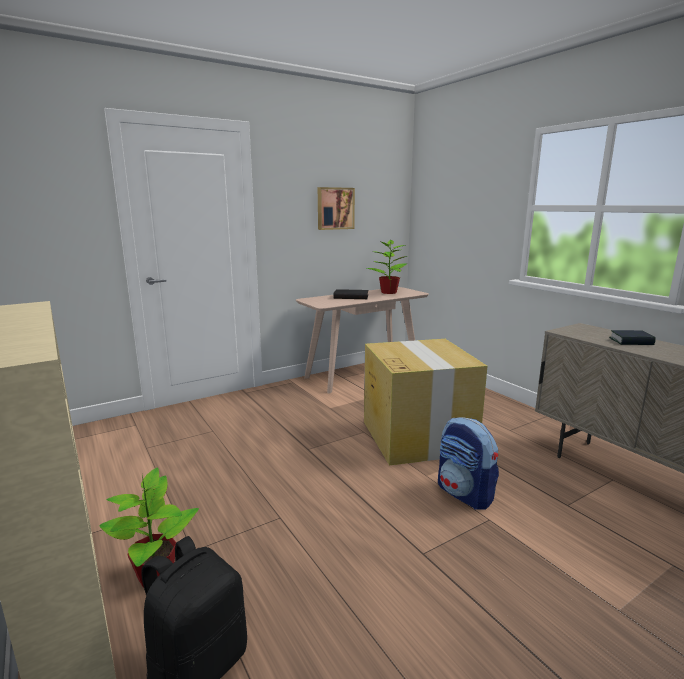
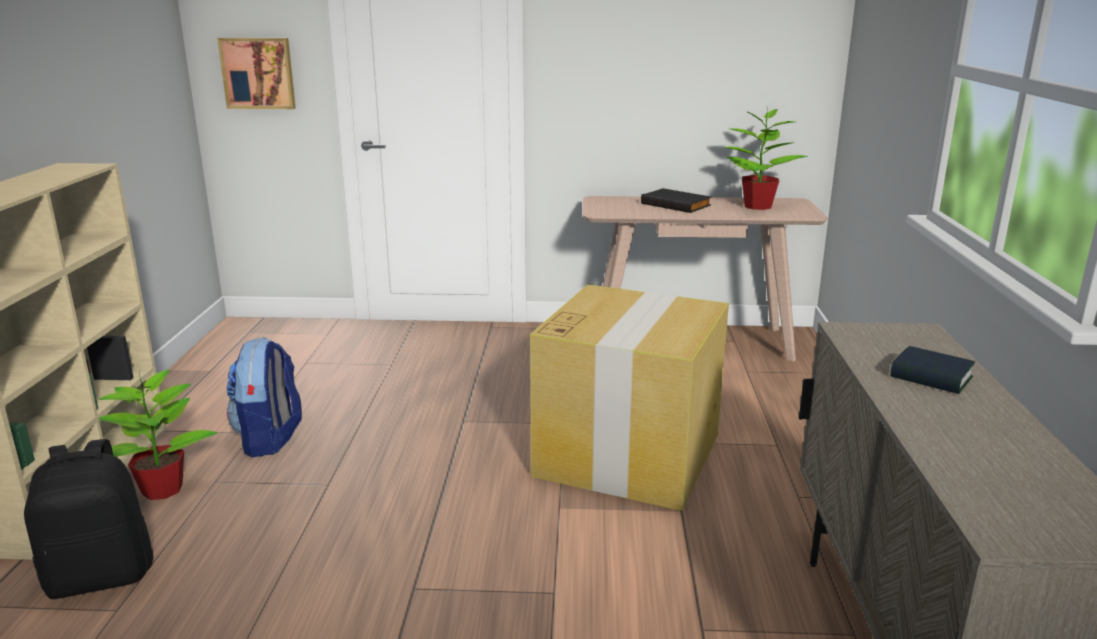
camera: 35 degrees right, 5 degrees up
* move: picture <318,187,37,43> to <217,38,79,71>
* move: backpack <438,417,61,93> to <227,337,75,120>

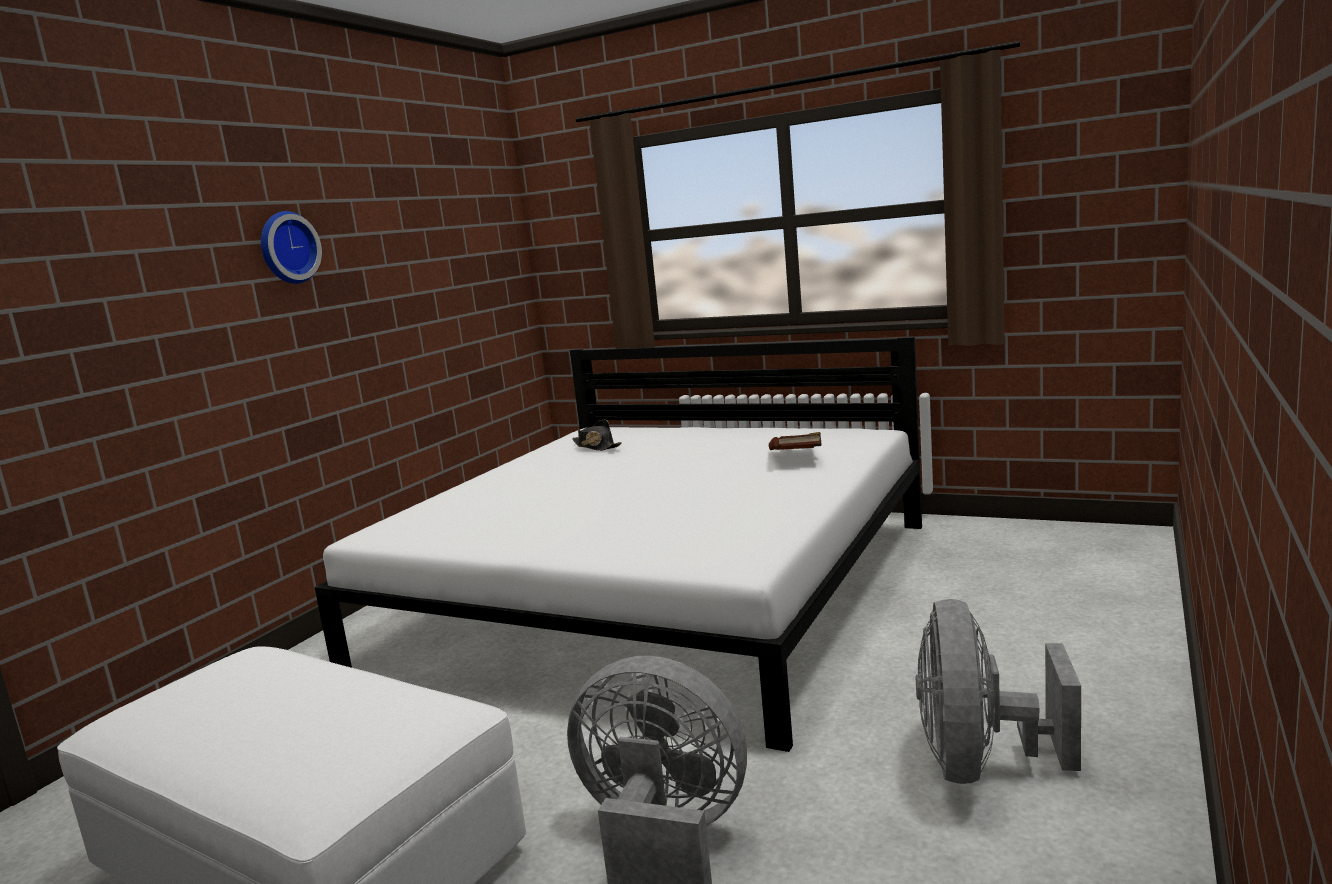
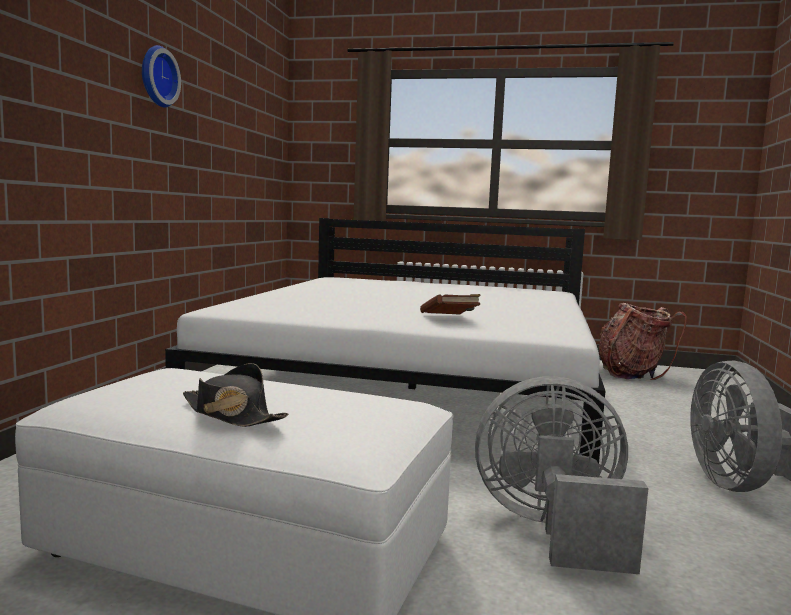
camera: 15 degrees left, 5 degrees down
* insert: backpack <599,303,88,77>
* move: black hat <572,420,50,31> to <183,363,106,64>
* move: brown book <769,432,52,18> to <420,294,61,21>

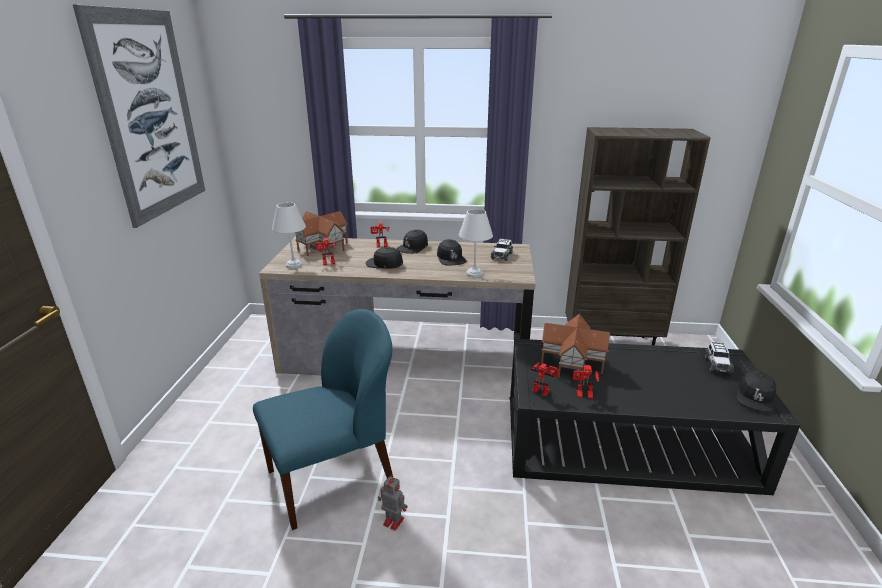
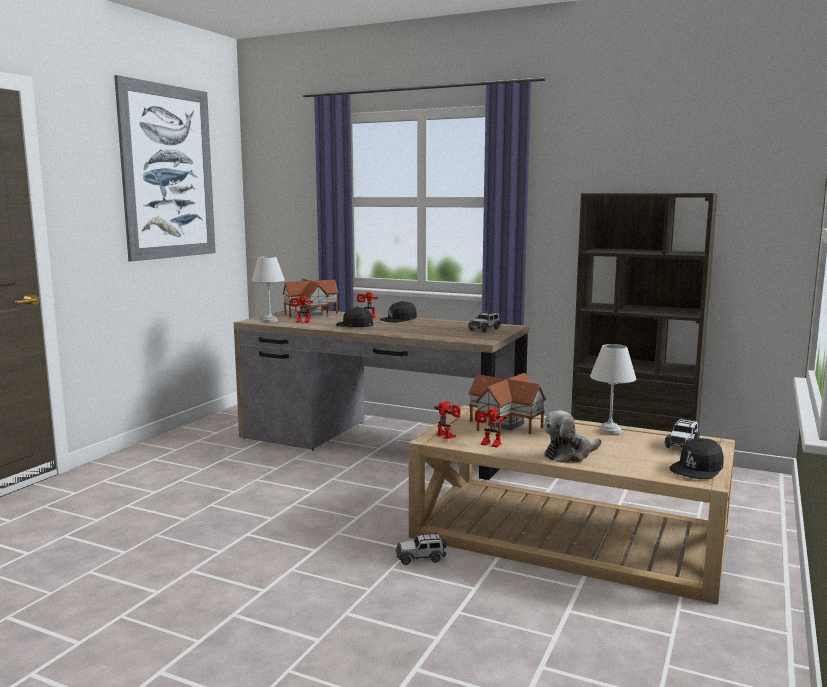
camera: 20 degrees right, 15 degrees down
* delete: blue chair <253,309,140,221>
* delete: toy robot <378,475,30,56>
* delete: black cap <437,239,29,27>
* insert: toy car <395,533,51,32>
* insert: plush toy <544,410,58,53>
* move: white table lamp <459,209,34,69> to <590,344,46,90>
* recolor: black coffee table <509,339,291,156> to beige coffee table <409,406,326,198>

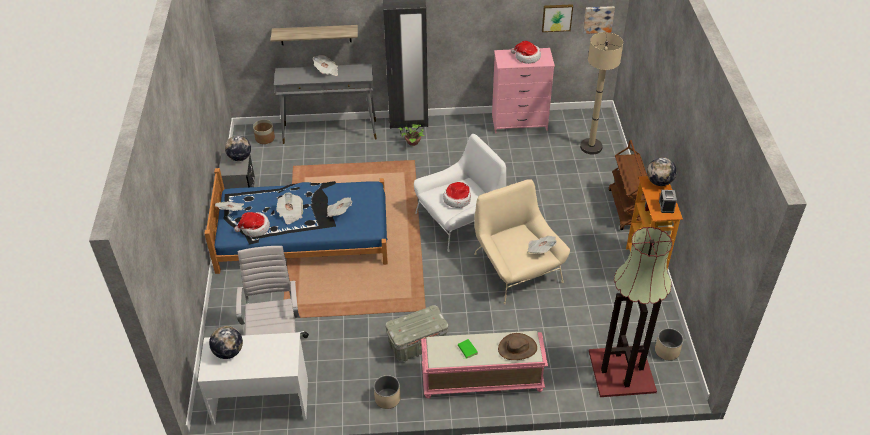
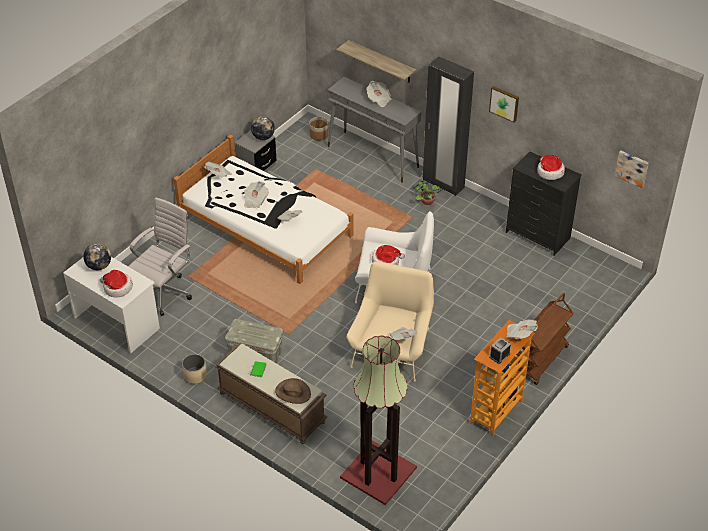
camera: 40 degrees right, 0 degrees up
* delete: beige floor lamp <580,32,43,122>
* delete: beige planter <655,328,28,32>
* move: hat <234,212,36,25> to <100,270,33,28>
* move: picture <542,4,31,28> to <489,86,30,37>
* replace: globe <647,157,30,29> to newspaper <506,319,32,20>
* recolor: blue bed <204,168,184,106> to white bed <173,134,180,150>
* recolor: pink bench <421,331,127,68> to brown bench <214,343,113,101>
* recolor: pink dresser <492,48,63,85> to black dresser <506,152,76,104>

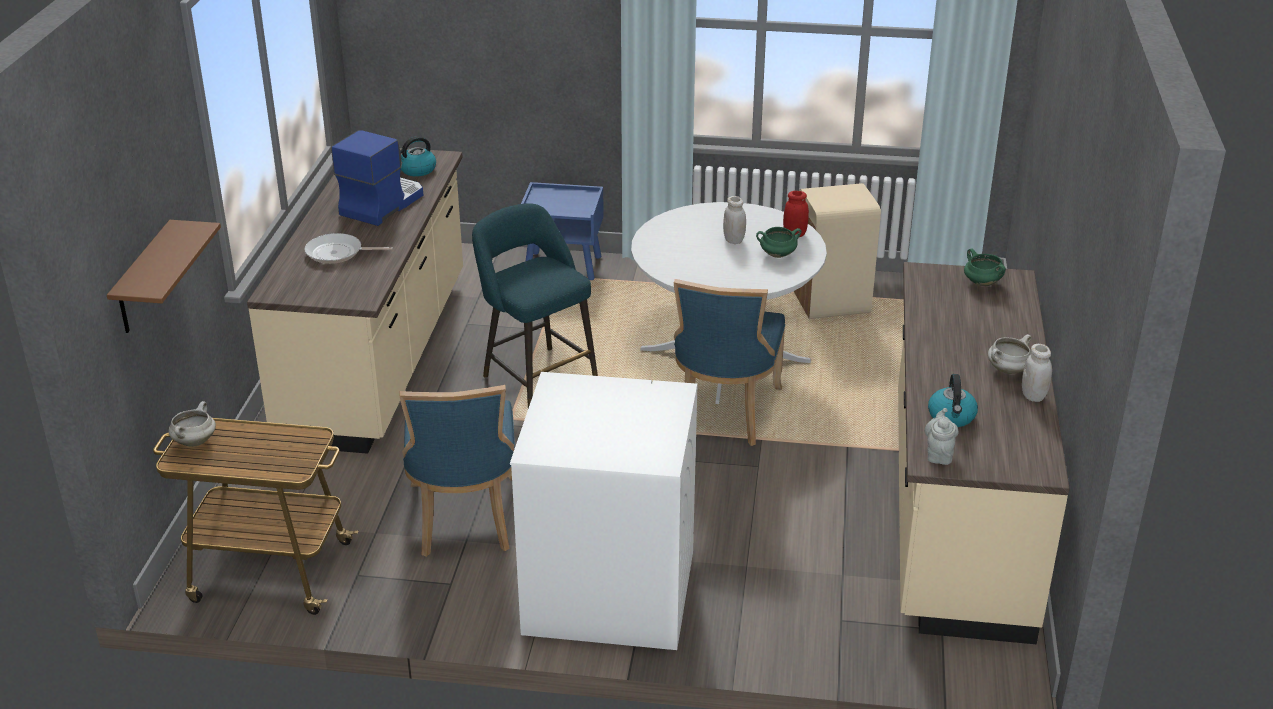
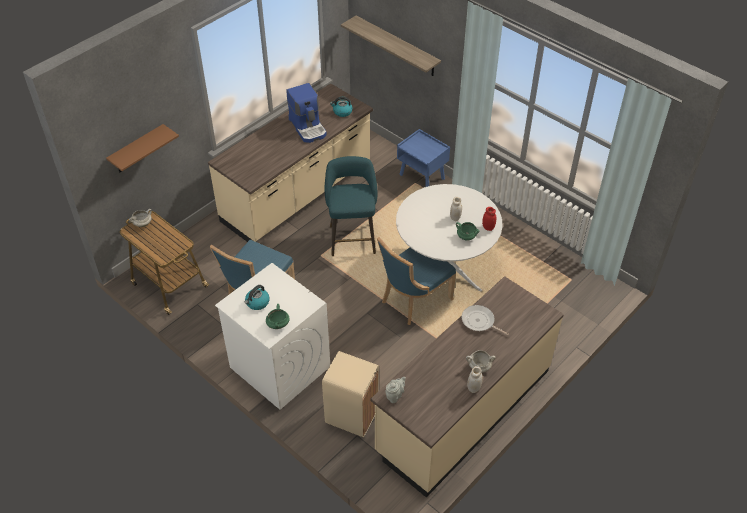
camera: 35 degrees right, 15 degrees up
* insert: shelf <341,16,100,60>
* move: frying pan <304,233,89,31> to <462,305,47,30>
* move: beige trash can <793,183,88,136> to <322,351,57,86>
* move: kettle <928,374,50,53> to <245,285,25,25>
* move: green cooking pot <964,248,42,39> to <266,304,24,25>
* rotate: coffee machine <331,130,92,96> = <286,83,41,60> 90 degrees clockwise

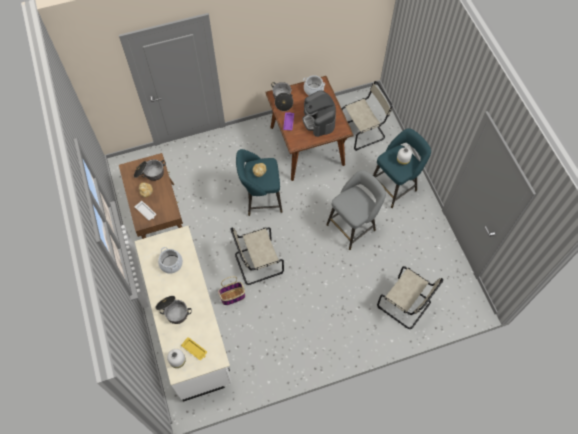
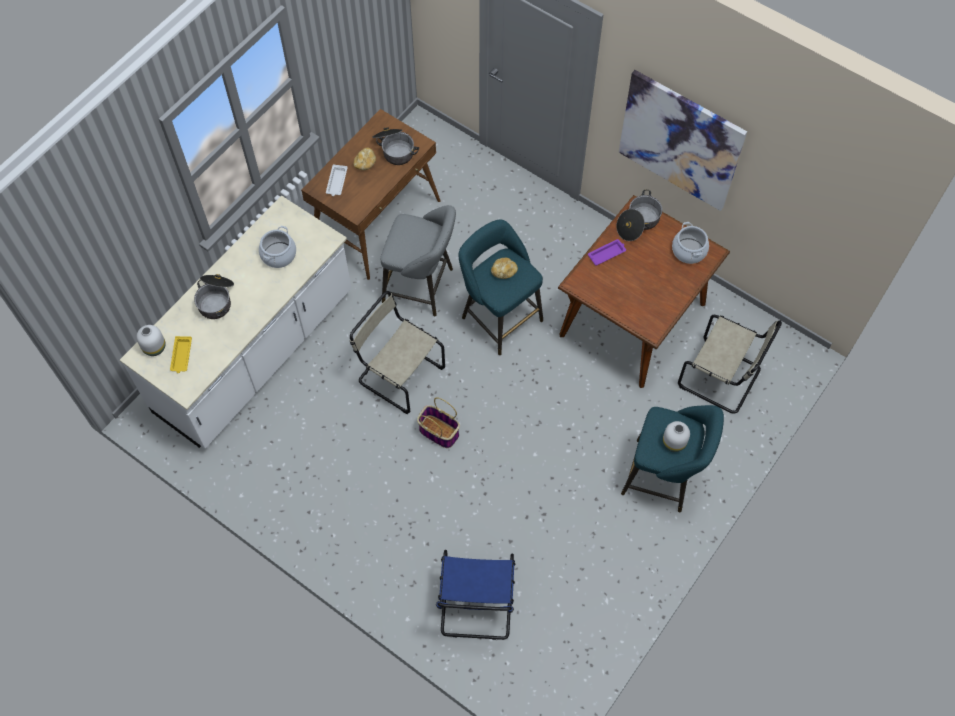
camera: 55 degrees right, 0 degrees up
* delete: coffee machine <302,90,34,47>
* insert: picture <619,70,128,141>
* move: basket <218,276,27,29> to <417,397,43,51>
* move: grey stool <326,170,60,80> to <381,205,75,111>
* recolor: beige chair <377,266,66,63> to blue chair <436,550,80,90>

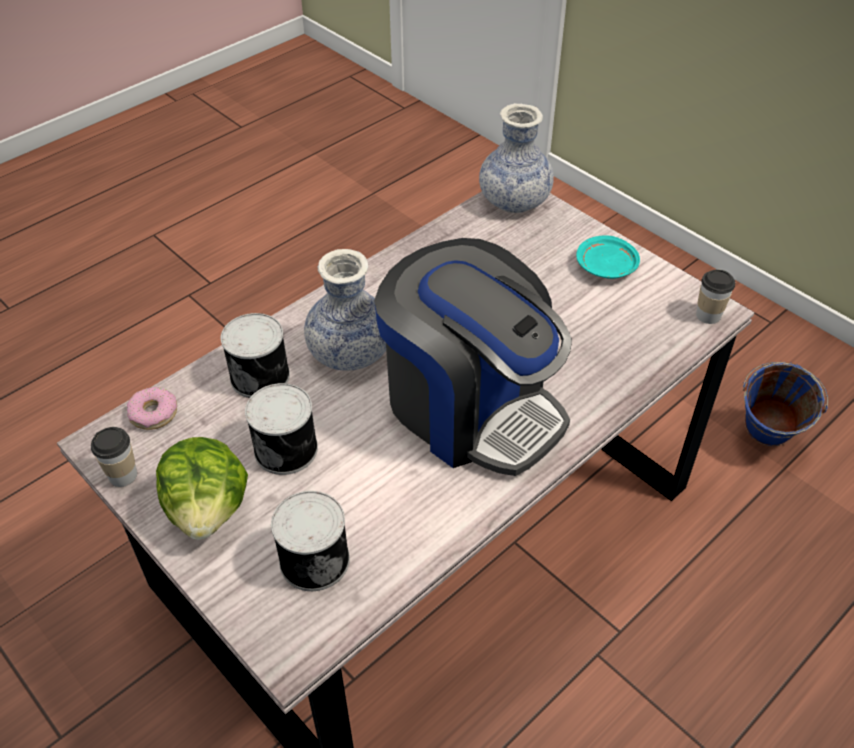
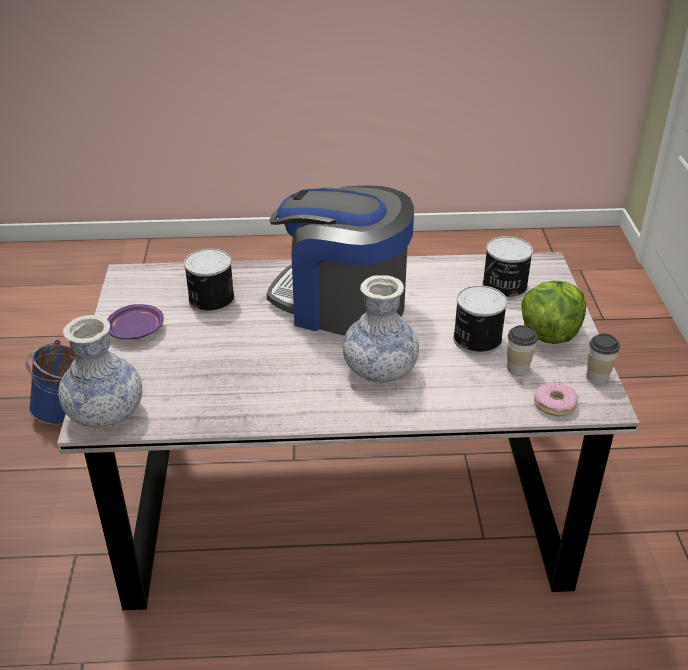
camera: 140 degrees left, 10 degrees down
* move: can <221,313,69,85> to <184,249,51,64>
* move: cup <696,269,39,55> to <507,325,31,51>
* recolor: turquoise plate <576,235,64,44> to purple plate <107,304,57,35>
* rotate: coffee machine <374,238,198,238> = <267,186,147,150> 60 degrees counterclockwise

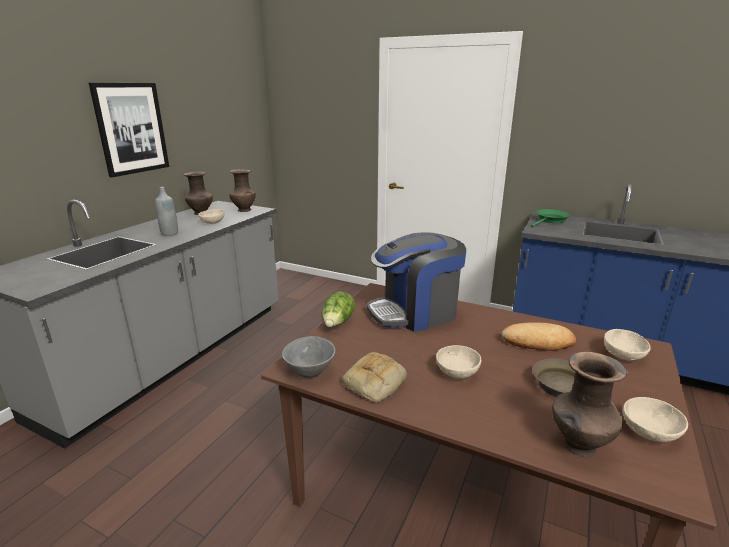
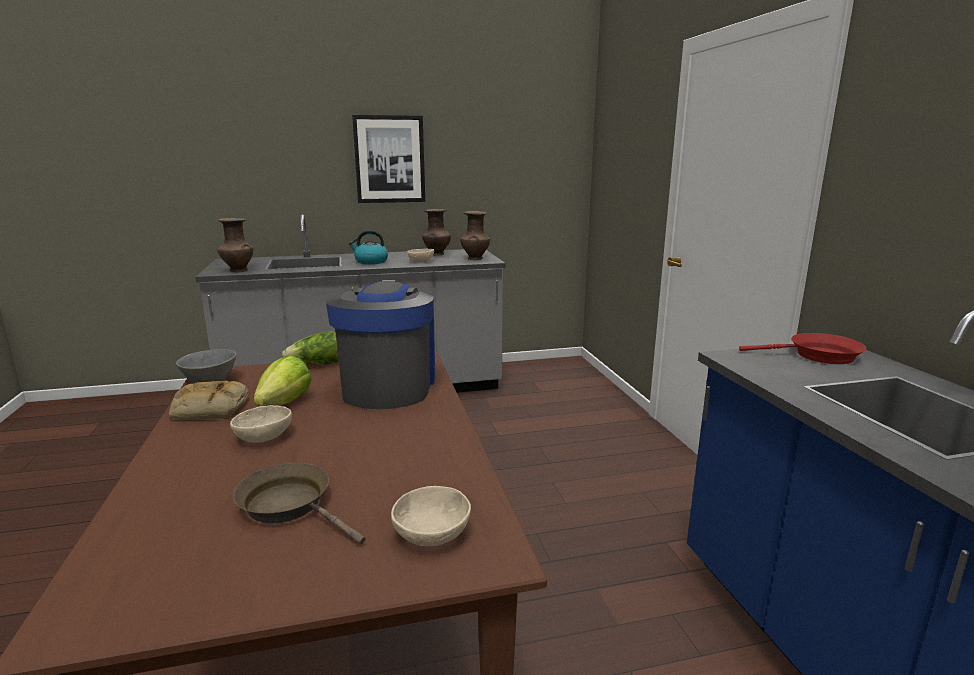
camera: 50 degrees right, 5 degrees down
* delete: bread <502,322,74,29>
* delete: beige bowl <623,397,65,45>
* insert: lettuce <254,355,58,51>
* move: brown vase <552,352,75,105> to <217,218,36,54>
* replace: grey bottle <155,187,23,49> to kettle <349,230,39,34>
* recolor: green frying pan <531,209,39,18> to red frying pan <739,333,128,31>
* rotate: coffee machine <367,232,99,100> = <326,279,109,130> 60 degrees clockwise

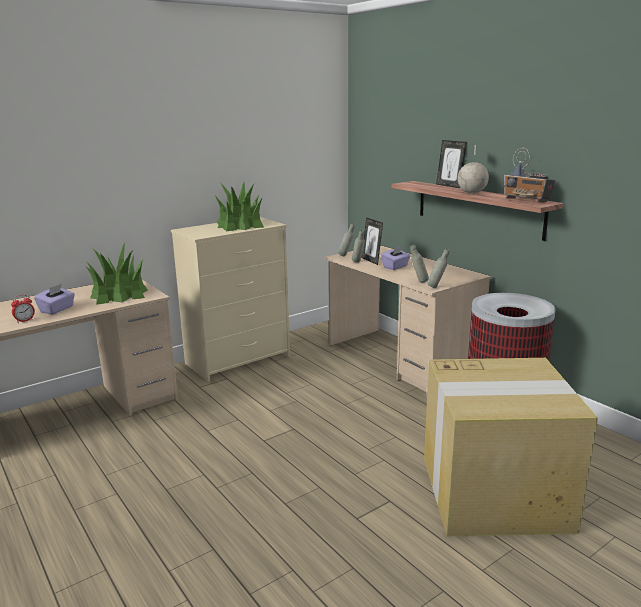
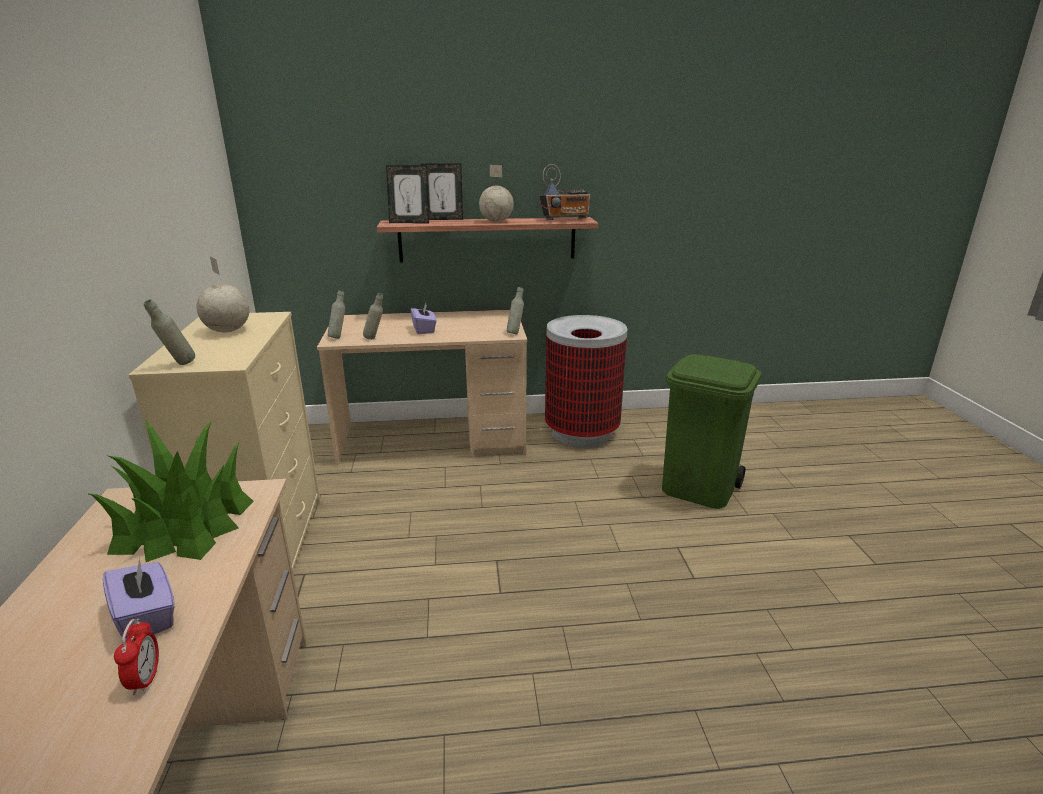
camera: 60 degrees left, 5 degrees up
* move: picture frame <361,217,22,48> to <386,165,43,58>
* move: grey bottle <410,245,19,38> to <144,299,51,66>
* replace: potted plant <215,182,49,49> to globe <197,256,53,76>
* replace: cardboard box <424,358,174,178> to green trash can <662,354,99,155>

